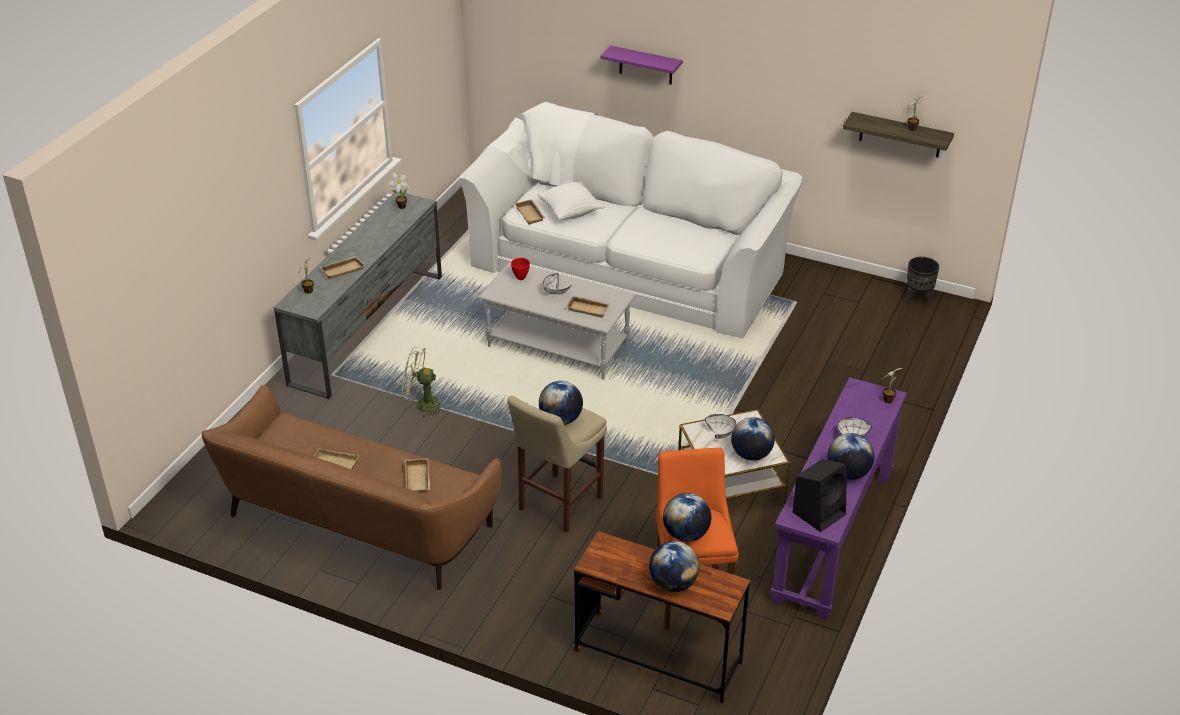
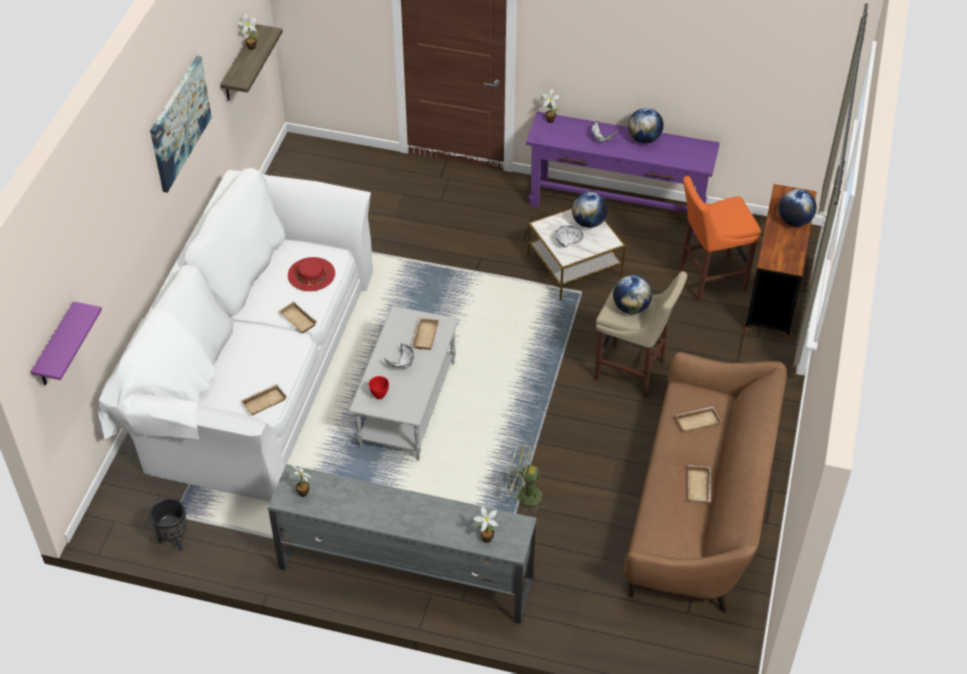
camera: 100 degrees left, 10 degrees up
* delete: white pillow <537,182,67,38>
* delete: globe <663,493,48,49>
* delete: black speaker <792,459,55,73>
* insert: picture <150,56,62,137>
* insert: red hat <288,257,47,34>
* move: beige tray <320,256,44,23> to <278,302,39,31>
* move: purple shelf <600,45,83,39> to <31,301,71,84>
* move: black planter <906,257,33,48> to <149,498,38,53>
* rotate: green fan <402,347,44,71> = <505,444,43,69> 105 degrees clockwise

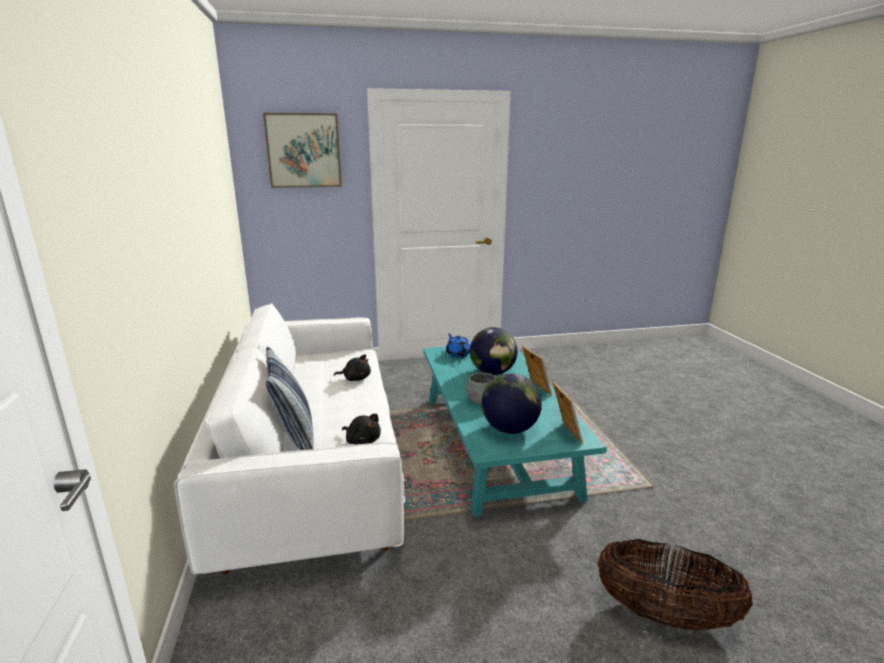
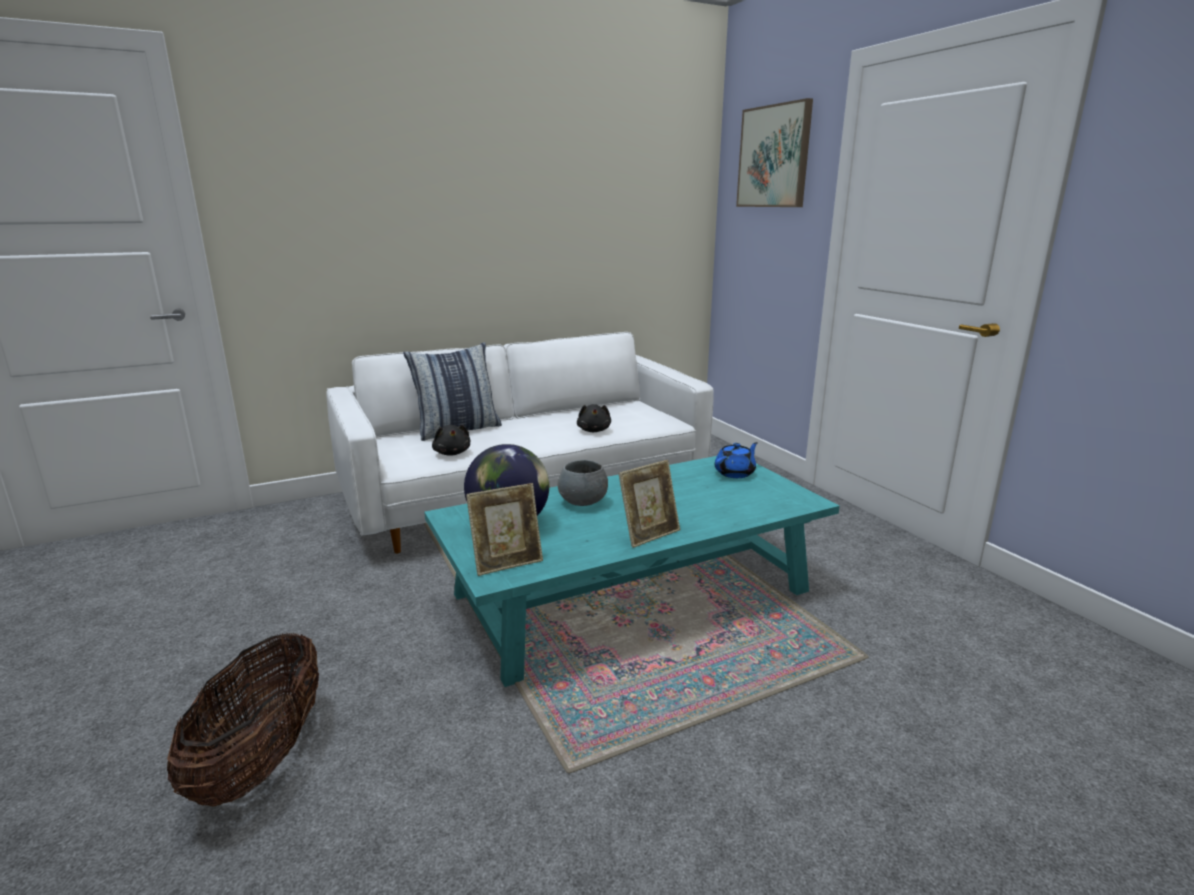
camera: 75 degrees right, 0 degrees up
* delete: globe <470,327,48,48>
* rotate: black plush toy <342,414,39,31> = <432,425,38,31> 45 degrees counterclockwise

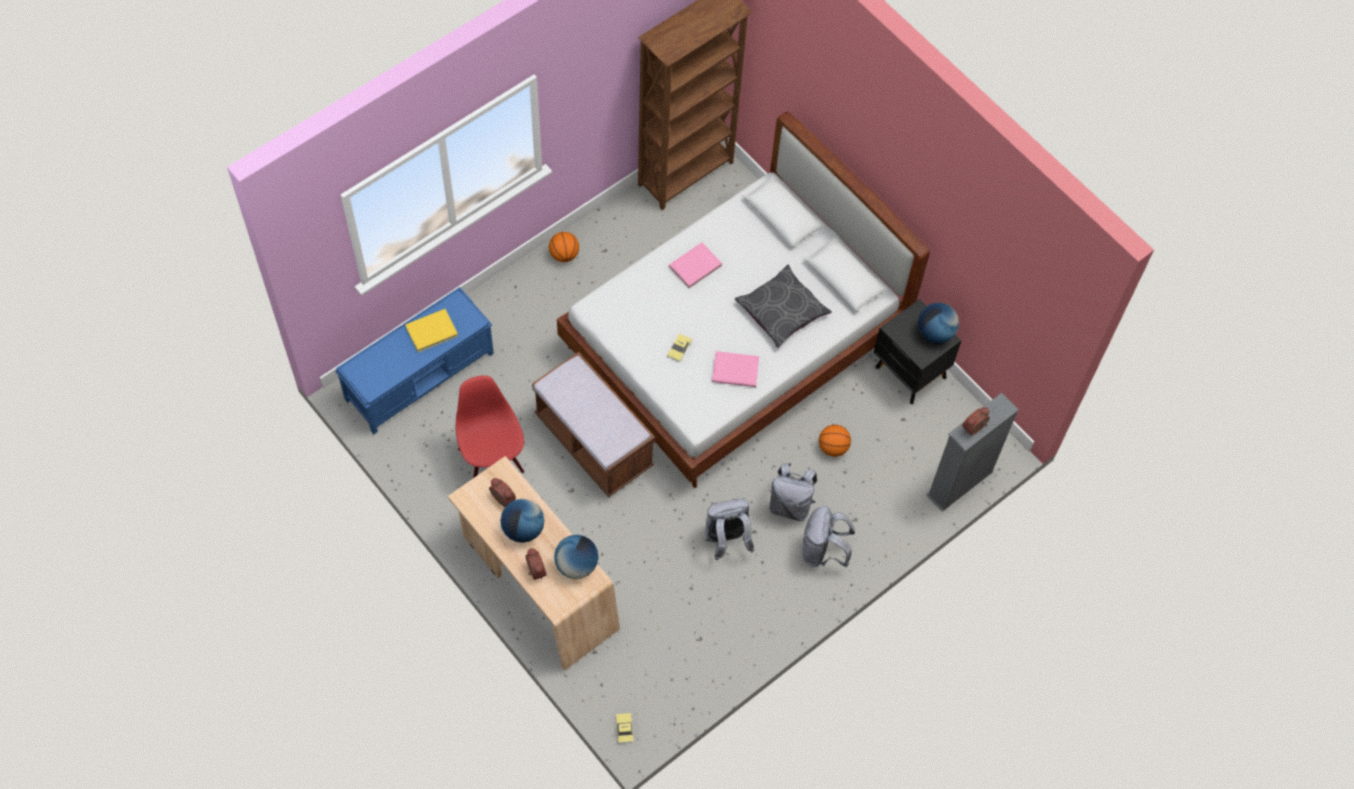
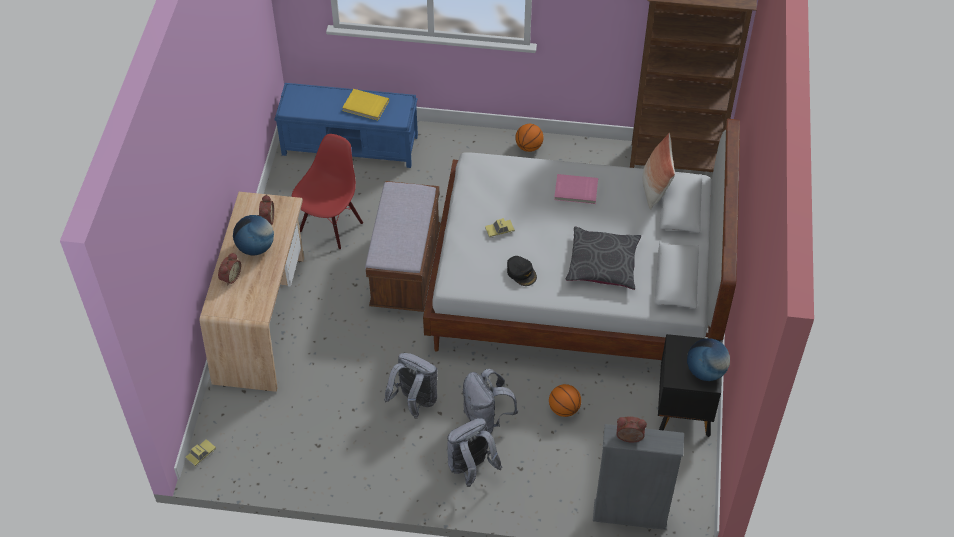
camera: 50 degrees right, 10 degrees down
* delete: globe <554,535,44,44>
* insert: pillow <643,133,32,77>
* replace: pink book <712,351,47,36> to black cap <507,256,30,30>

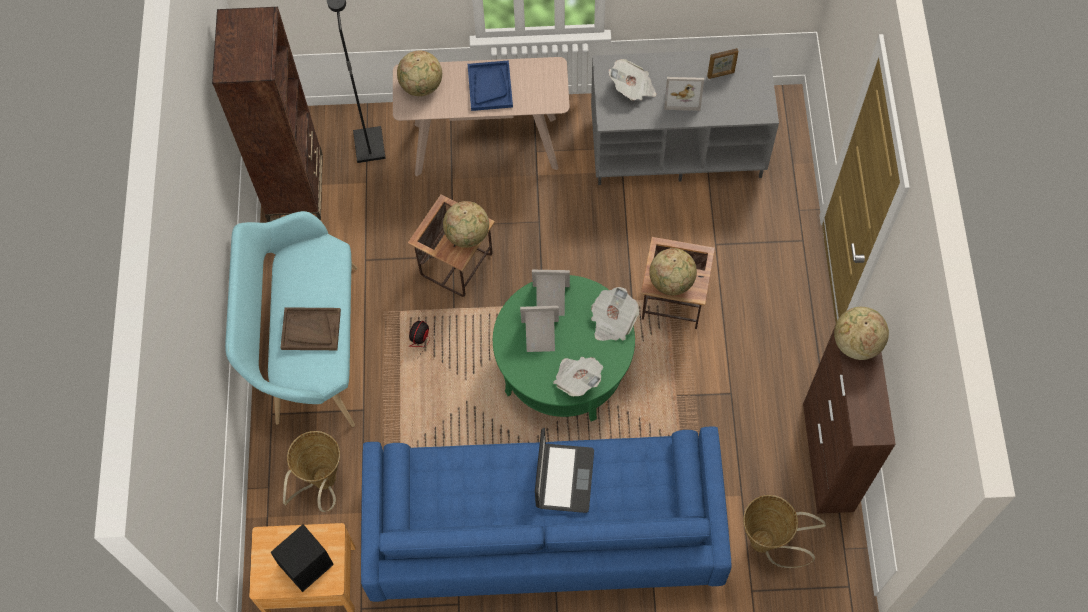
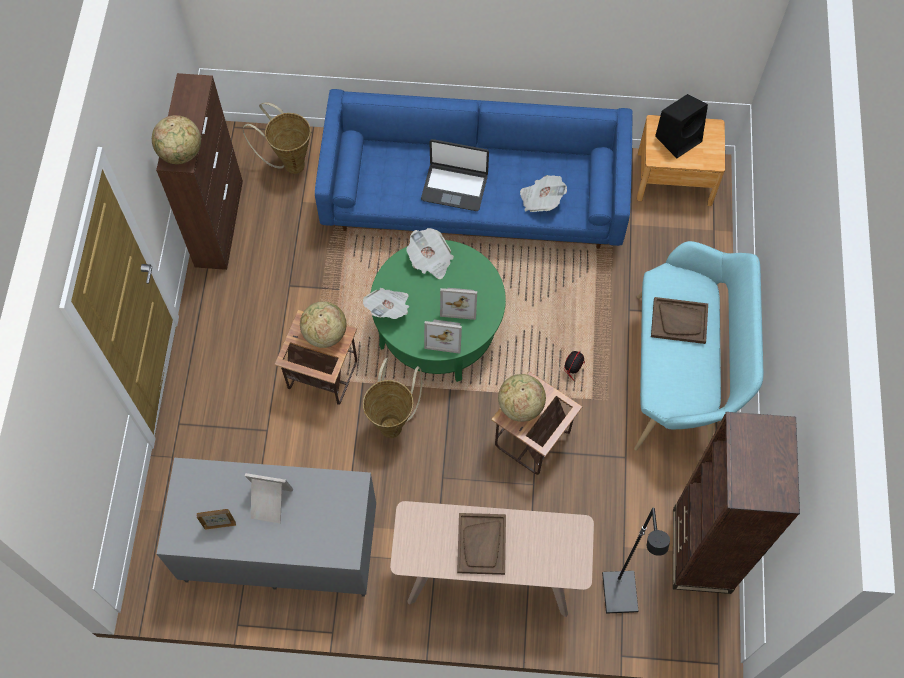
camera: 175 degrees left, 0 degrees up
* delete: globe <397,51,45,45>
* move: basket <283,431,57,81> to <363,358,59,80>
* move: newspaper <609,59,47,41> to <520,175,47,37>
* recolor: blue tray <468,60,45,51> to brown tray <457,513,49,62>
* rotate: laptop <535,428,59,85> = <421,139,68,72> 90 degrees counterclockwise

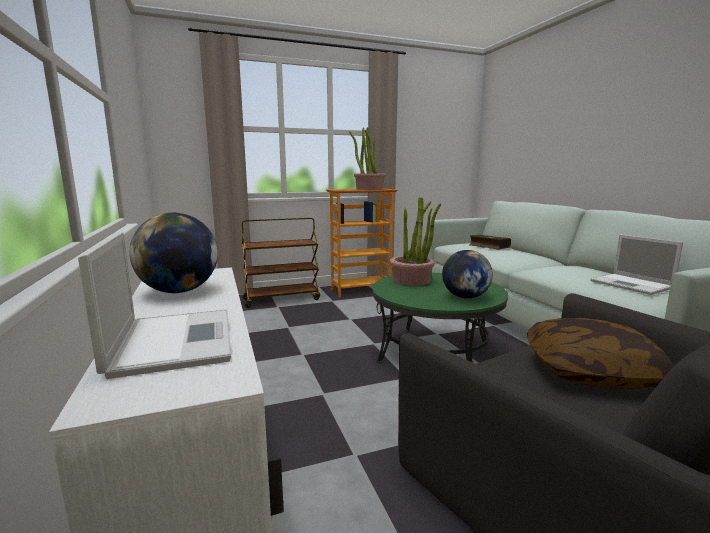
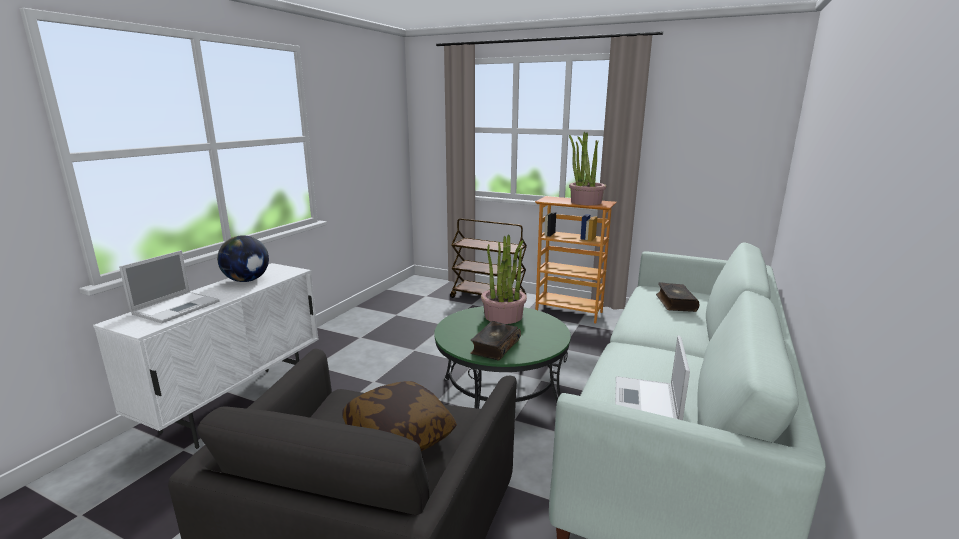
camera: 45 degrees right, 5 degrees up
* replace: globe <442,250,51,49> to book <470,321,51,40>

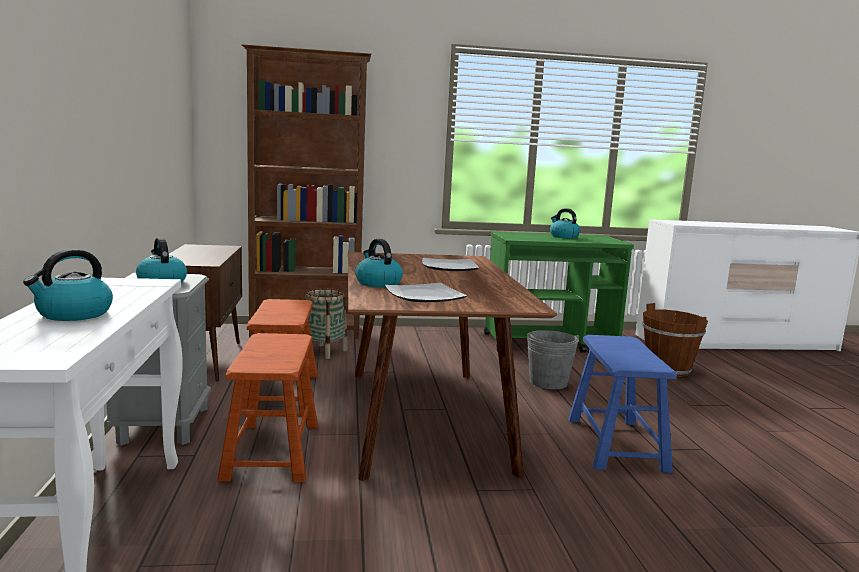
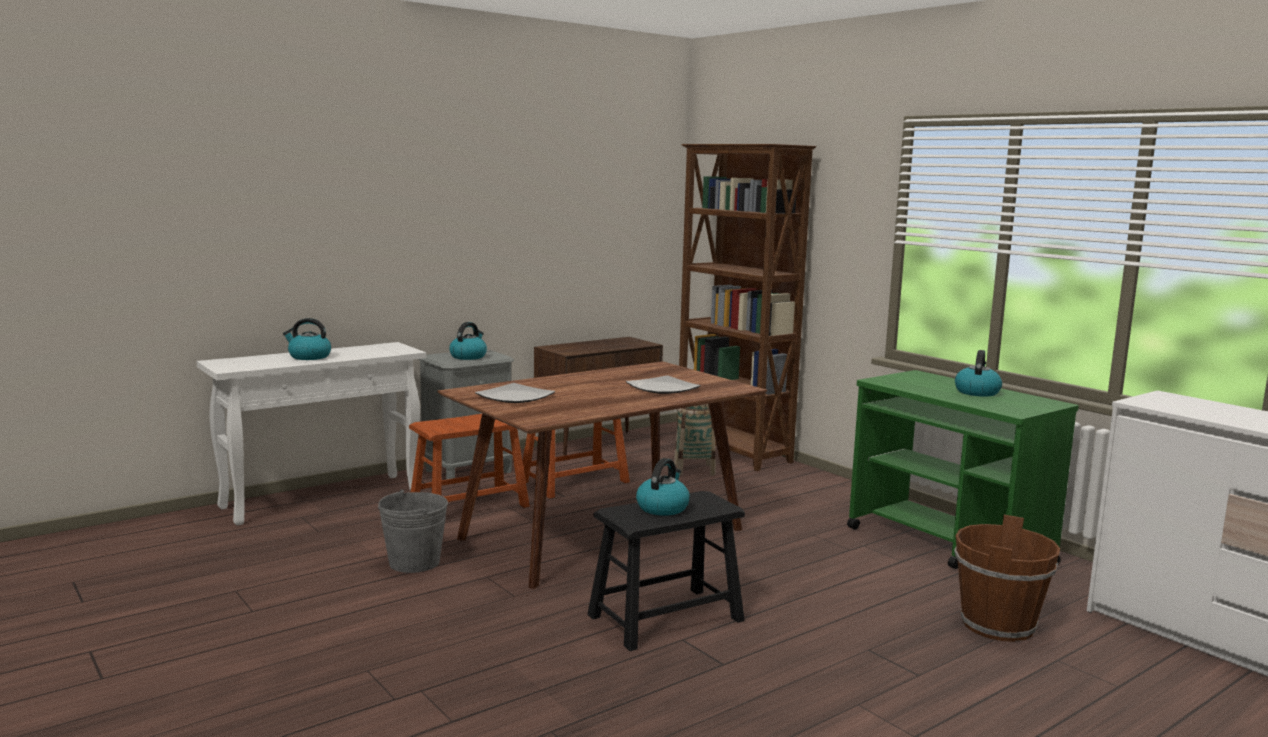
camera: 60 degrees right, 0 degrees up
* move: kettle <355,239,48,49> to <636,458,54,58>
* move: grey bucket <527,330,52,59> to <378,489,70,84>
* recolor: blue stool <568,335,109,138> to black stool <587,491,158,160>

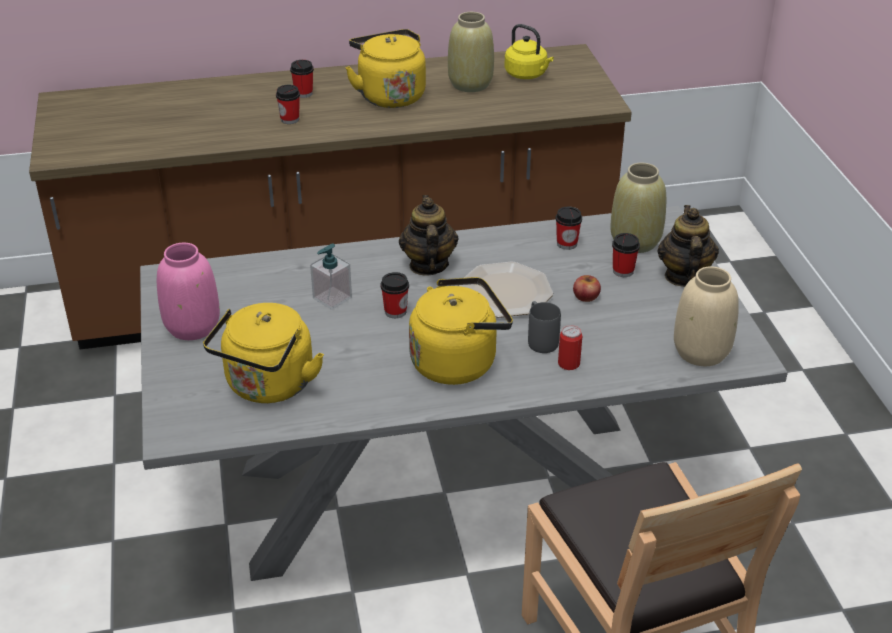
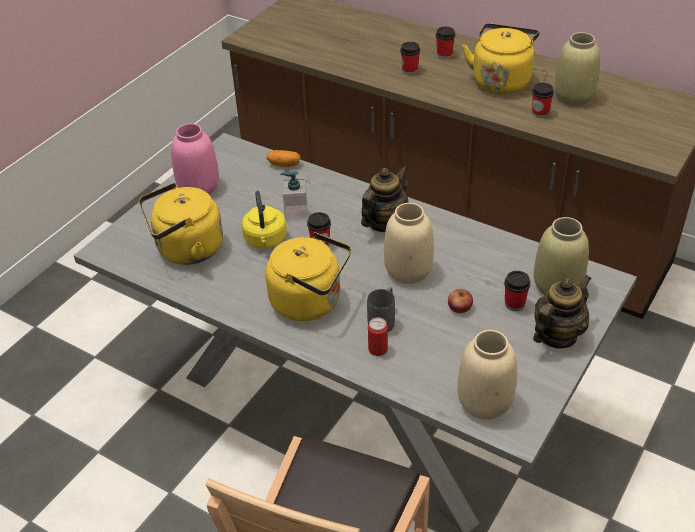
camera: 45 degrees right, 5 degrees up
* insert: potato <267,150,34,17>
* move: yellow kettle <504,24,50,55> to <242,191,45,57>
* move: cup <555,207,27,43> to <532,83,22,35>
* replace: plate <459,261,94,57> to beige vase <384,203,50,81>

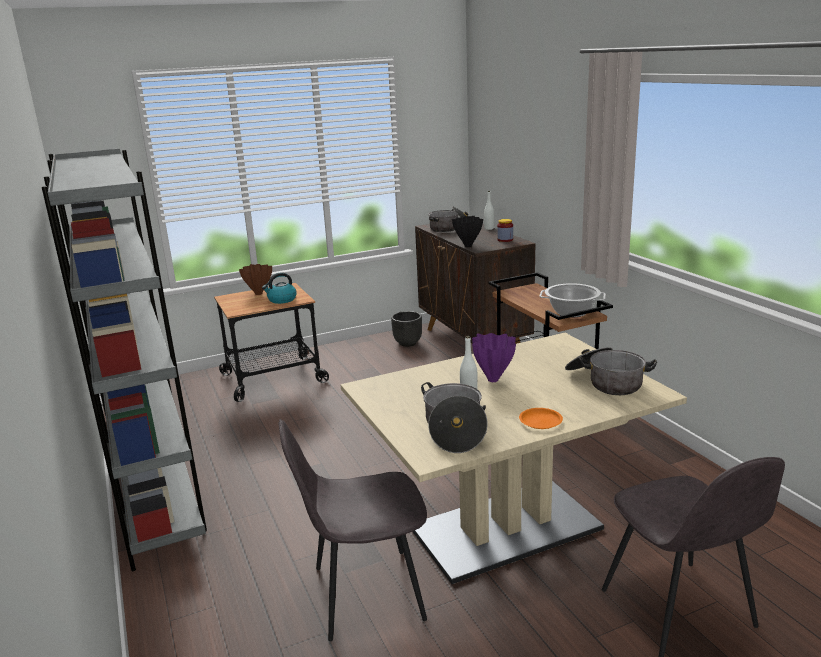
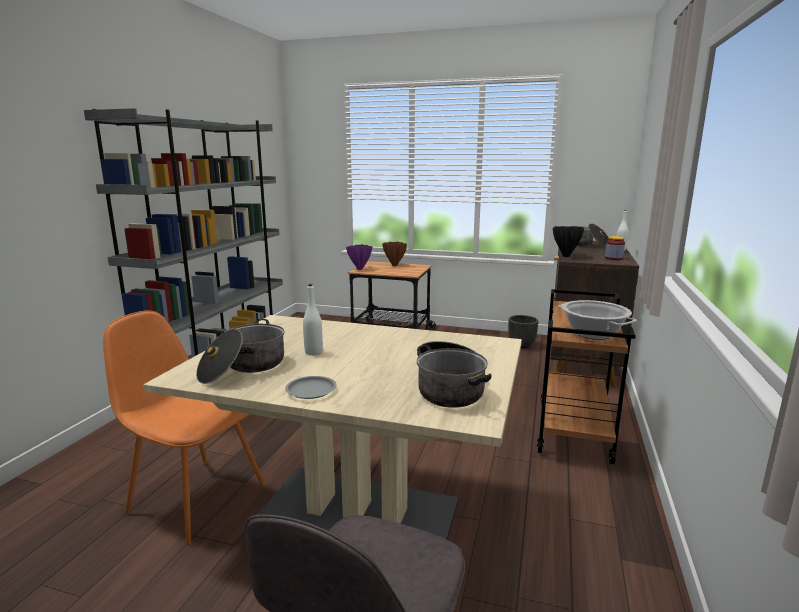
camera: 40 degrees right, 5 degrees down
* delete: kettle <262,272,35,32>
* move: purple vase <472,333,44,49> to <346,244,27,26>
* recolor: grey chair <279,419,148,222> to orange chair <103,311,162,234>
* recolor: orange plate <519,408,44,21> to grey plate <285,376,52,23>

